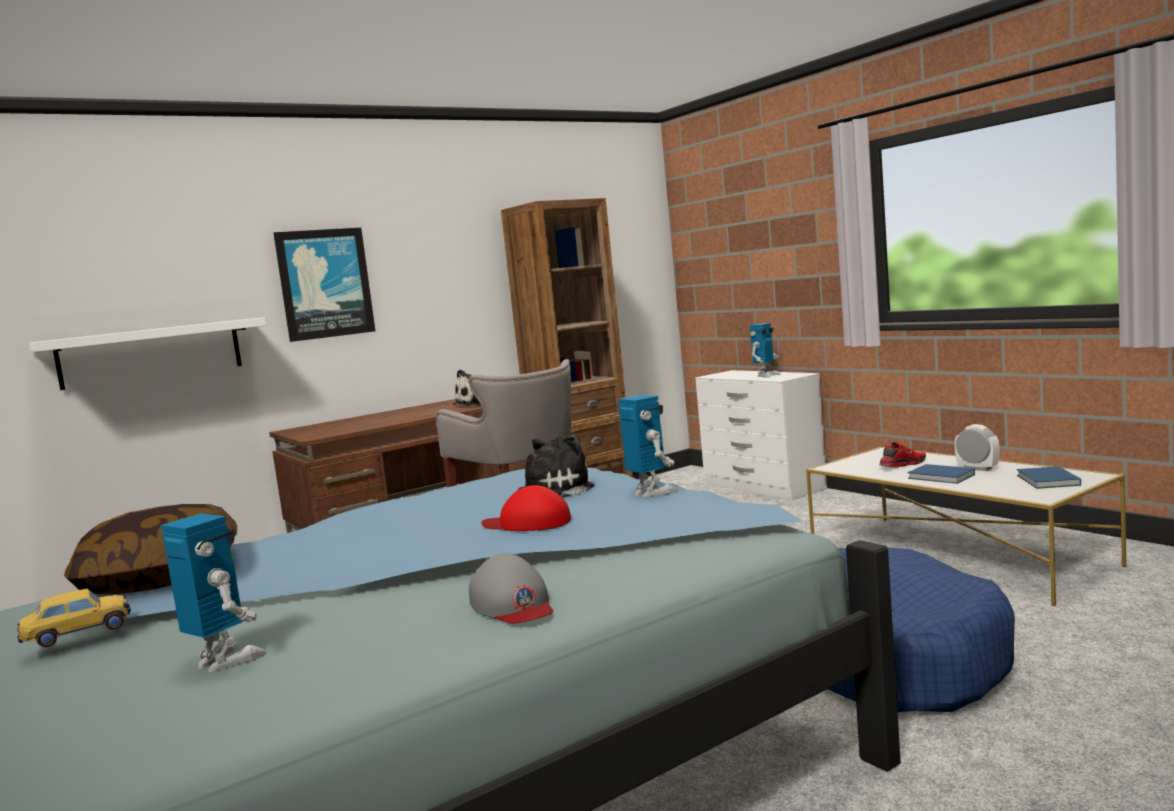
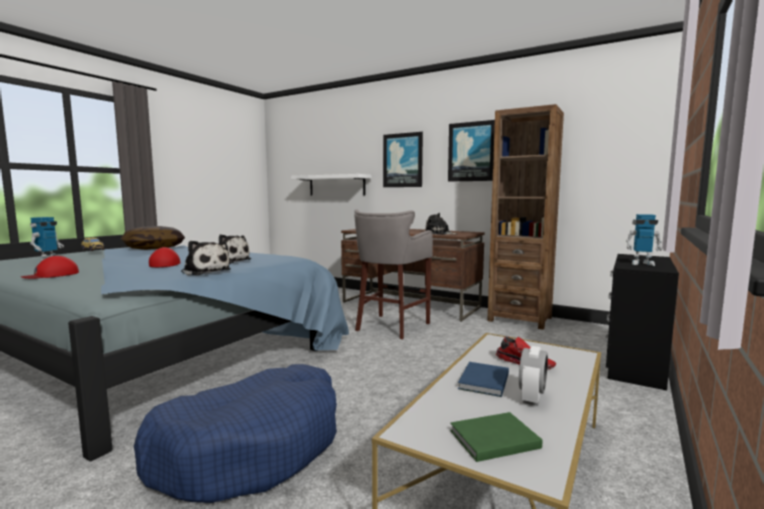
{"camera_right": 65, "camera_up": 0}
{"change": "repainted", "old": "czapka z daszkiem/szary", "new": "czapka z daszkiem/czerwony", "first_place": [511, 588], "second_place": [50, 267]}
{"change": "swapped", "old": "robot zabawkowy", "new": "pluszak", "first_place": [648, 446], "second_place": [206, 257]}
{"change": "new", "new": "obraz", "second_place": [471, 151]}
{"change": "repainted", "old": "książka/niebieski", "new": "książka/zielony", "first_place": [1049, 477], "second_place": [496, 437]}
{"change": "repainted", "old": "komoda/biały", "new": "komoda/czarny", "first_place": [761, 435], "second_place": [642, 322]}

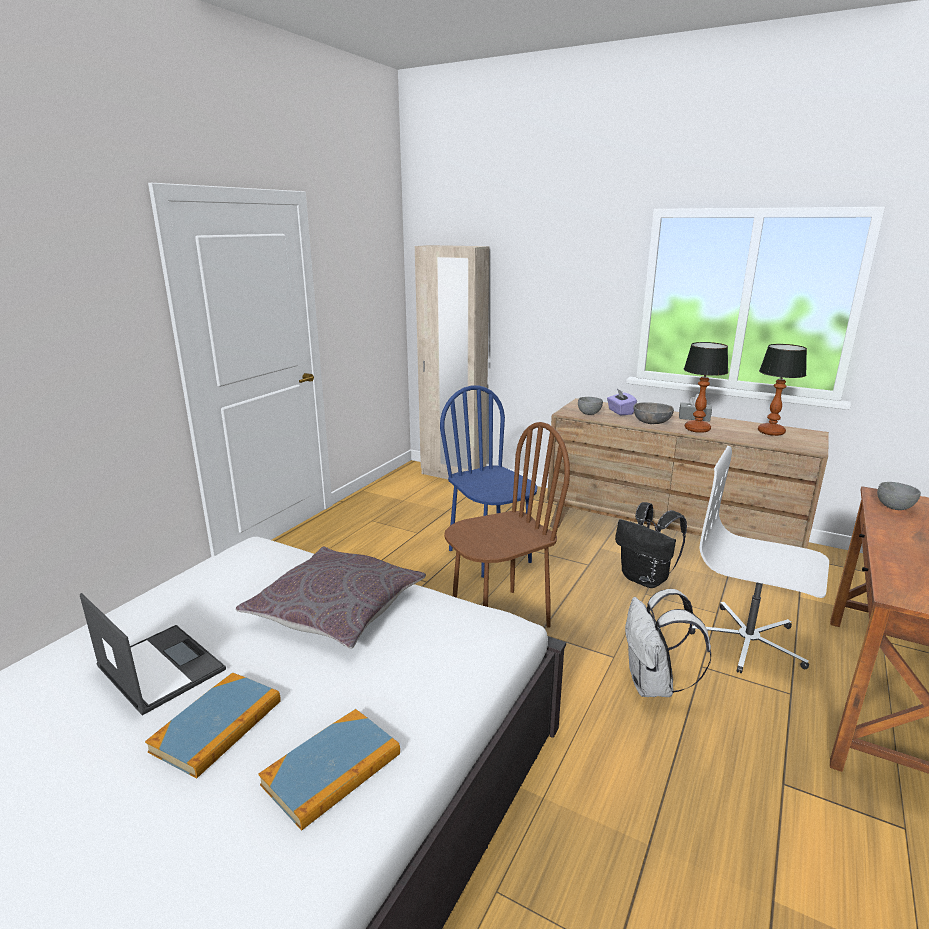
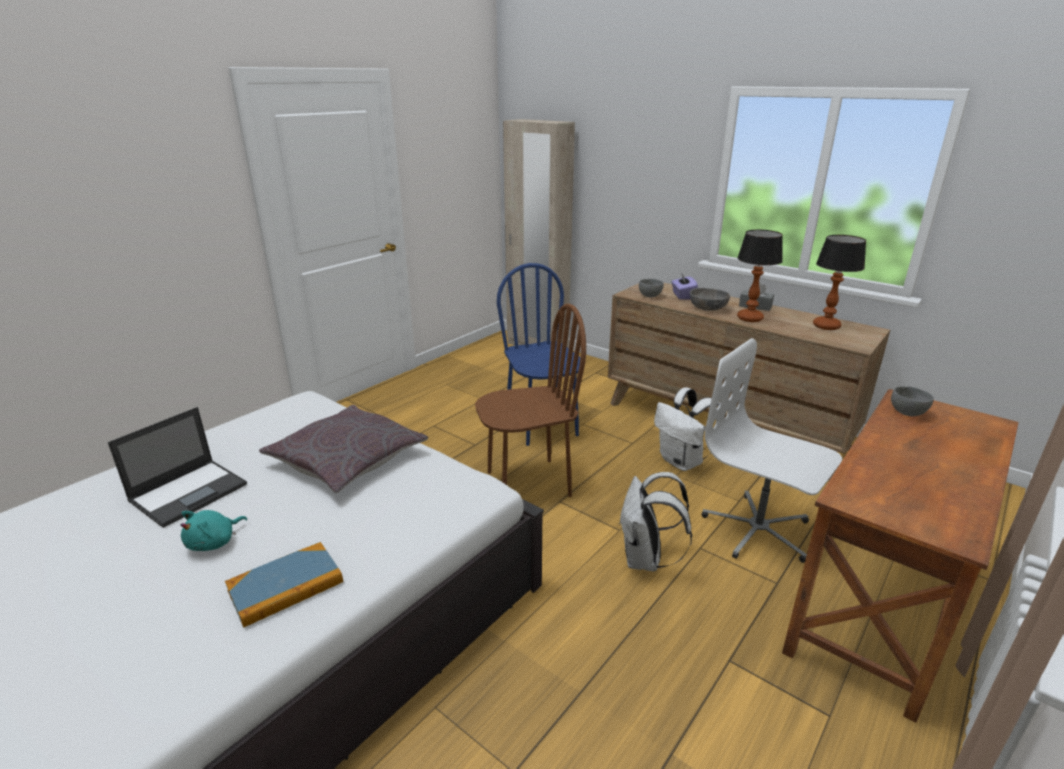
{"camera_right": 10, "camera_up": 5}
{"change": "rotated", "old": "laptop", "first_place": [153, 654], "second_place": [177, 467], "degrees": 75}
{"change": "swapped", "old": "książka", "new": "pluszak/turkusowy", "first_place": [213, 725], "second_place": [213, 530]}
{"change": "repainted", "old": "plecak/czarny", "new": "plecak/biały", "first_place": [651, 545], "second_place": [686, 429]}

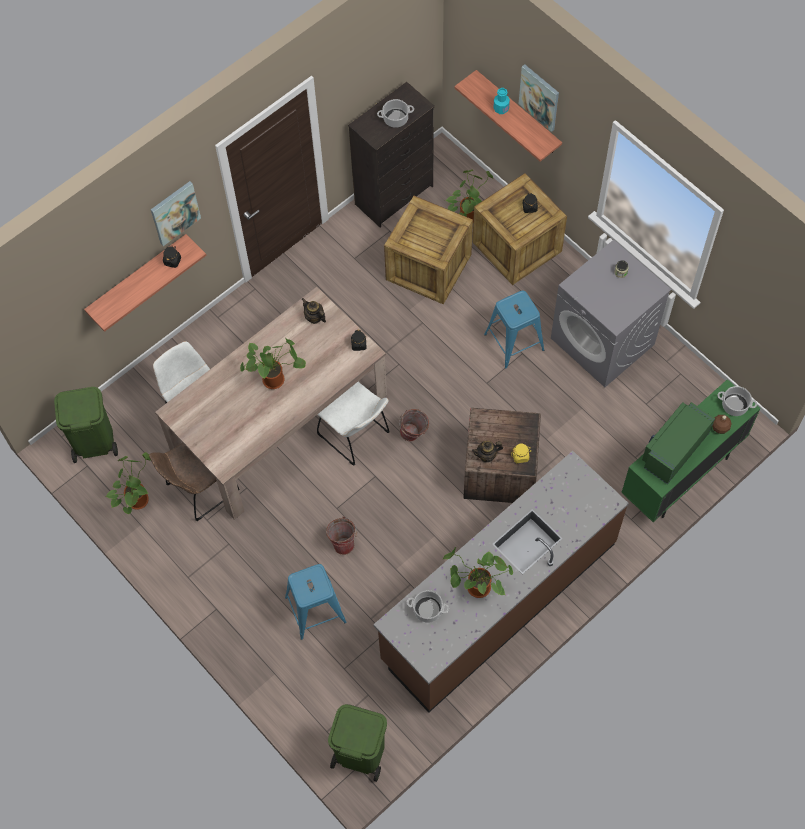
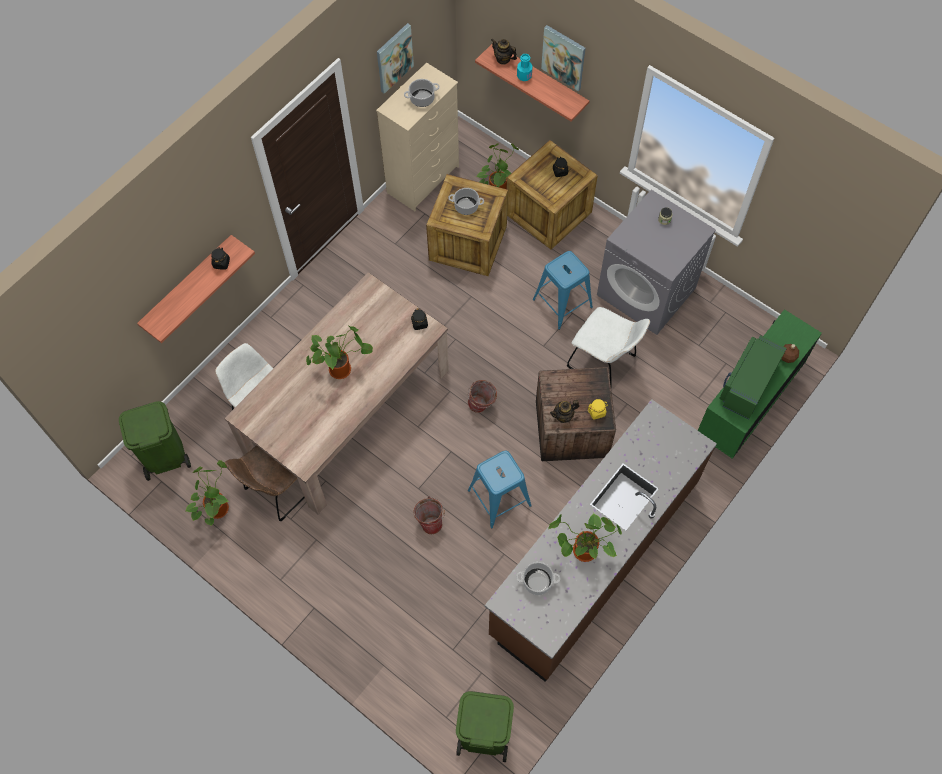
{"camera_right": -10, "camera_up": 0}
{"change": "repainted", "old": "komoda/czarny", "new": "komoda/beżowy", "first_place": [391, 154], "second_place": [417, 136]}
{"change": "shifted", "old": "obraz", "first_place": [176, 213], "second_place": [395, 58]}
{"change": "shifted", "old": "garnek", "first_place": [737, 401], "second_place": [466, 201]}
{"change": "shifted", "old": "stołek/niebieski", "first_place": [316, 602], "second_place": [500, 489]}
{"change": "shifted", "old": "imbryk", "first_place": [314, 311], "second_place": [504, 52]}
{"change": "shifted", "old": "krzesło/biały", "first_place": [353, 424], "second_place": [608, 345]}

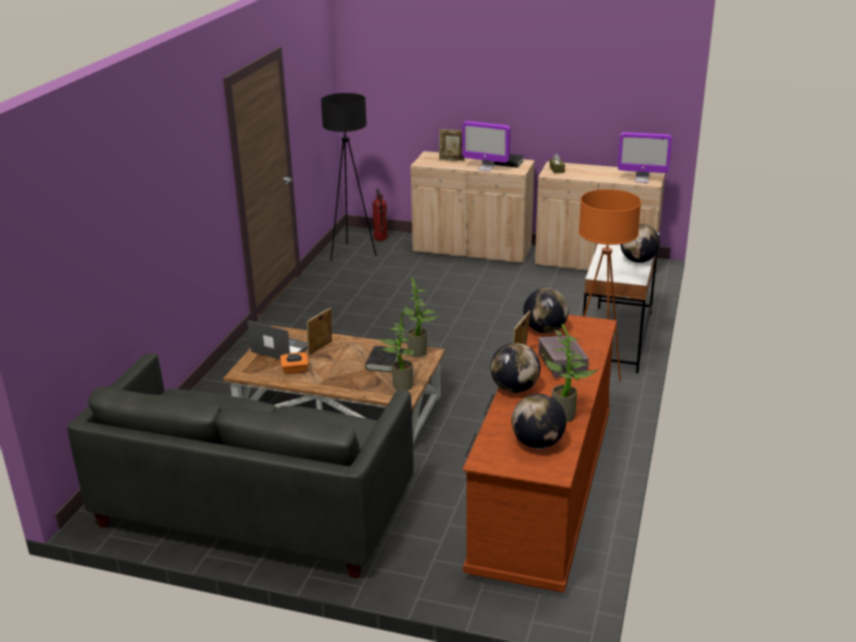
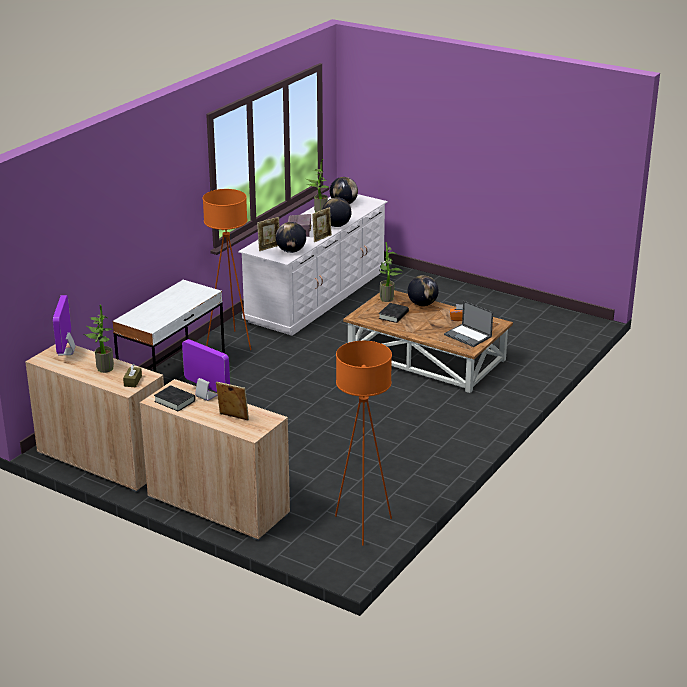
{"camera_right": -165, "camera_up": 0}
{"change": "rotated", "old": "monitor", "first_place": [644, 157], "second_place": [64, 325], "degrees": -120}
{"change": "shifted", "old": "roślina doniczkowa", "first_place": [421, 317], "second_place": [98, 339]}
{"change": "repainted", "old": "komoda/brązowy", "new": "komoda/biały", "first_place": [540, 453], "second_place": [313, 265]}
{"change": "shifted", "old": "ramka na zdjęcie", "first_place": [319, 331], "second_place": [268, 234]}
{"change": "repainted", "old": "lampa stojąca/czarny", "new": "lampa stojąca/pomarańczowy", "first_place": [349, 177], "second_place": [363, 443]}
{"change": "shifted", "old": "globus", "first_place": [640, 243], "second_place": [423, 290]}
{"change": "gone", "old": "kanapa/szary", "first_place": [240, 466]}
{"change": "gone", "old": "gaśnica", "first_place": [380, 215]}

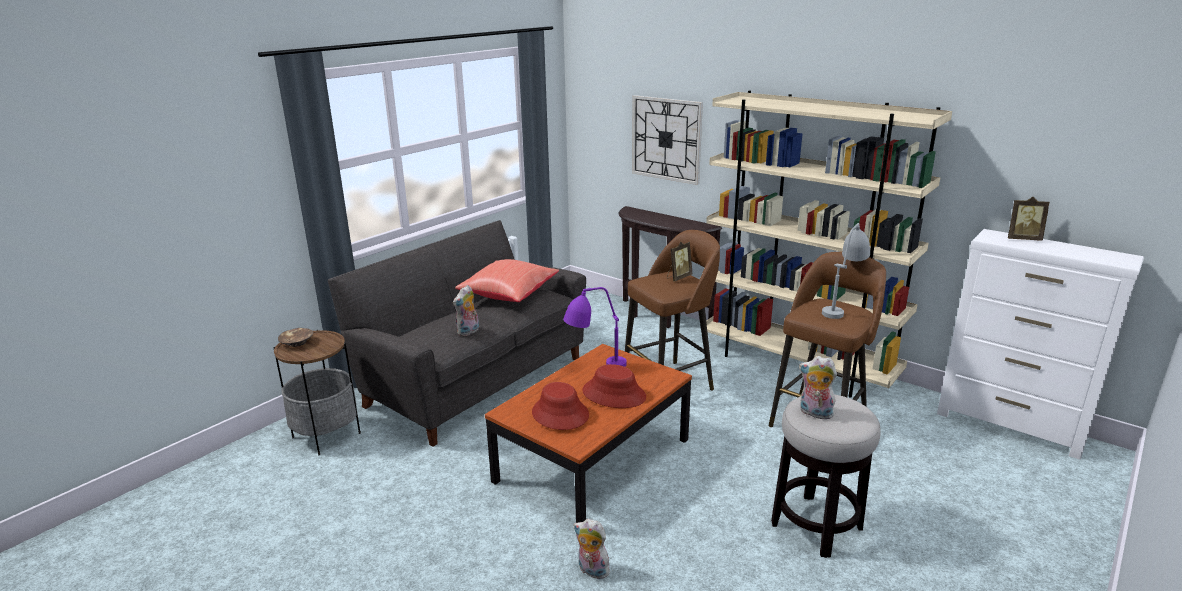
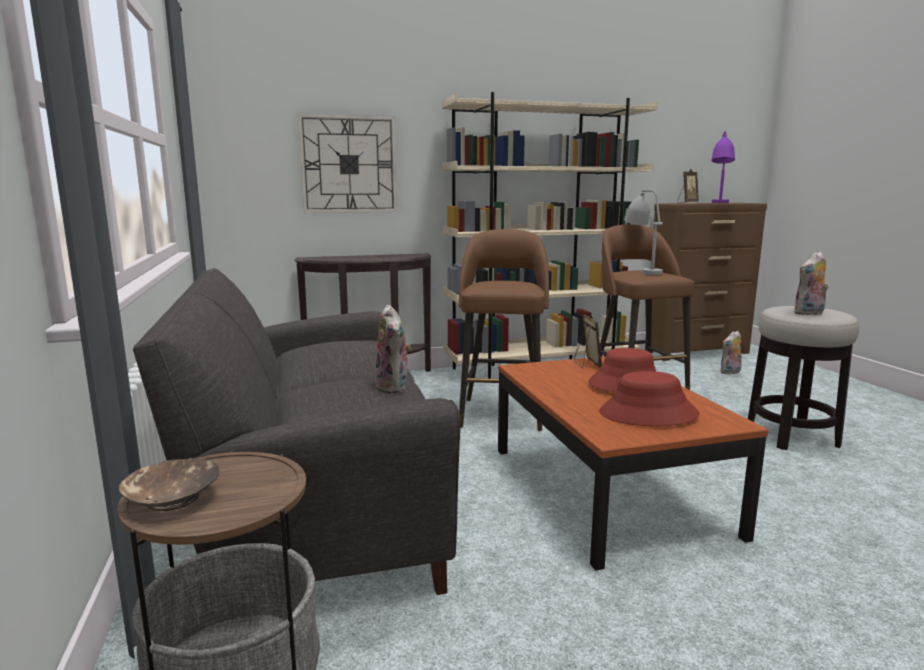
{"camera_right": -55, "camera_up": -10}
{"change": "shifted", "old": "ramka na zdjęcie", "first_place": [679, 262], "second_place": [588, 341]}
{"change": "repainted", "old": "komoda/biały", "new": "komoda/brązowy", "first_place": [1040, 344], "second_place": [706, 282]}
{"change": "shifted", "old": "lampa stołowa/fioletowy", "first_place": [595, 327], "second_place": [723, 167]}
{"change": "shifted", "old": "pluszak", "first_place": [594, 549], "second_place": [731, 352]}
{"change": "gone", "old": "poduszka/czerwony", "first_place": [507, 280]}

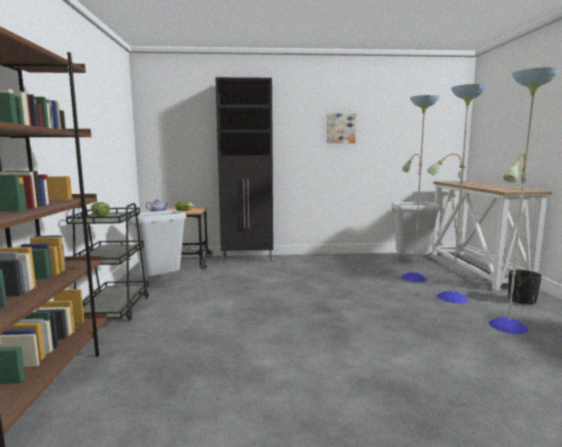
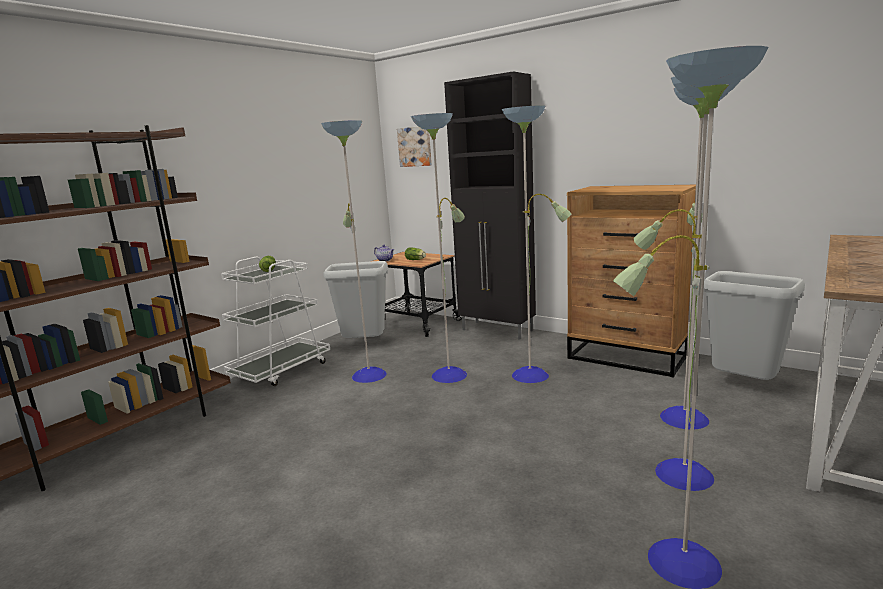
{"camera_right": 40, "camera_up": 5}
{"change": "repainted", "old": "wózek/czarny", "new": "wózek/biały", "first_place": [107, 262], "second_place": [275, 321]}
{"change": "new", "new": "lampa stojąca", "second_place": [446, 244]}
{"change": "shifted", "old": "obraz", "first_place": [341, 128], "second_place": [414, 146]}
{"change": "new", "new": "komoda/brązowy", "second_place": [631, 281]}
{"change": "gone", "old": "donica/czarny", "first_place": [525, 287]}

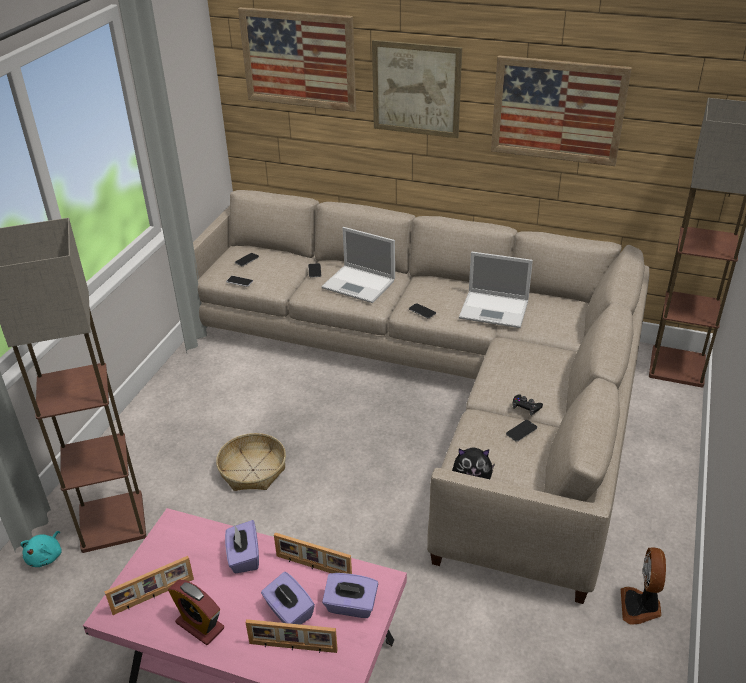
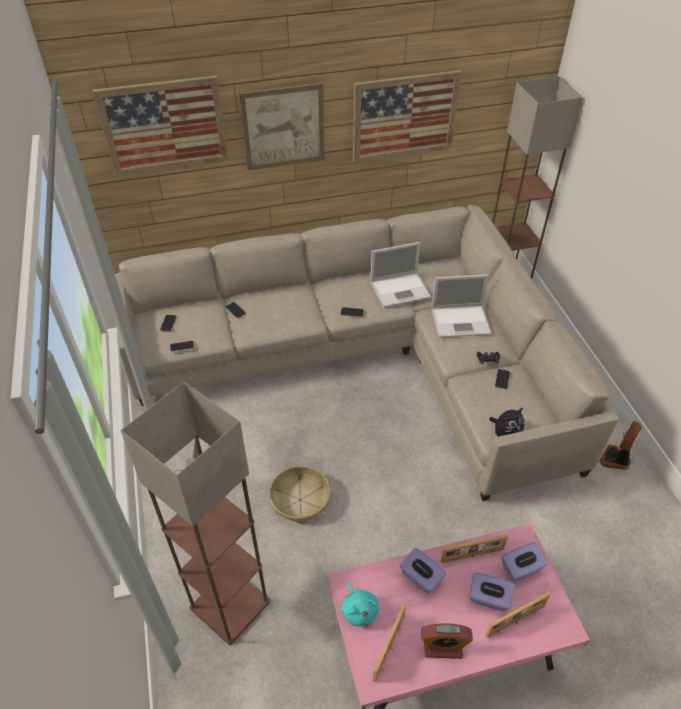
{"camera_right": -35, "camera_up": 10}
{"change": "shifted", "old": "pluszak/turkusowy", "first_place": [41, 549], "second_place": [360, 604]}
{"change": "shifted", "old": "laptop", "first_place": [358, 265], "second_place": [462, 306]}
{"change": "rotated", "old": "wentylator", "first_place": [643, 586], "second_place": [620, 445], "degrees": 60}

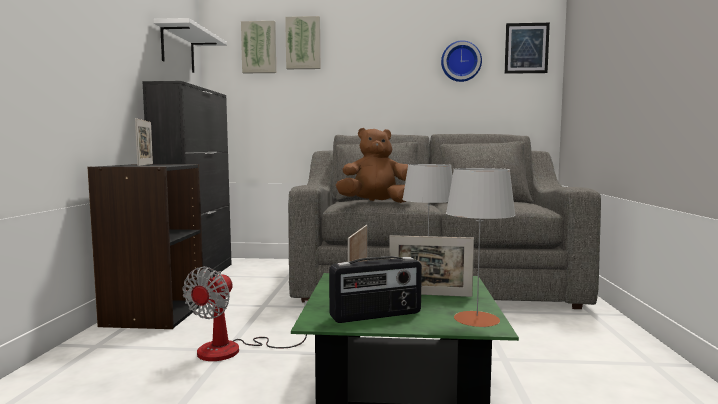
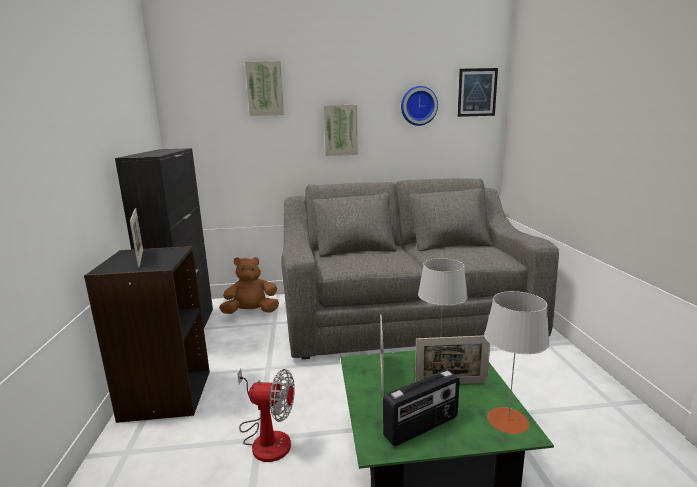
{"camera_right": -10, "camera_up": 10}
{"change": "shifted", "old": "pluszak/brązowy", "first_place": [372, 165], "second_place": [249, 285]}
{"change": "rotated", "old": "wentylator", "first_place": [245, 314], "second_place": [266, 415], "degrees": -90}
{"change": "shifted", "old": "obraz", "first_place": [258, 47], "second_place": [340, 130]}
{"change": "gone", "old": "półka/biały", "first_place": [190, 45]}

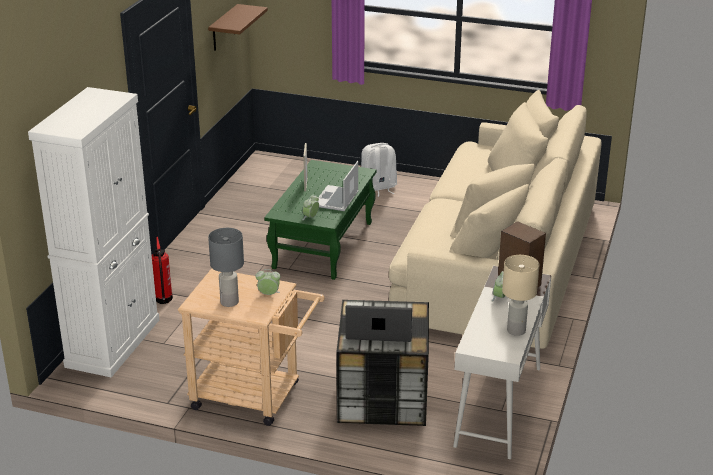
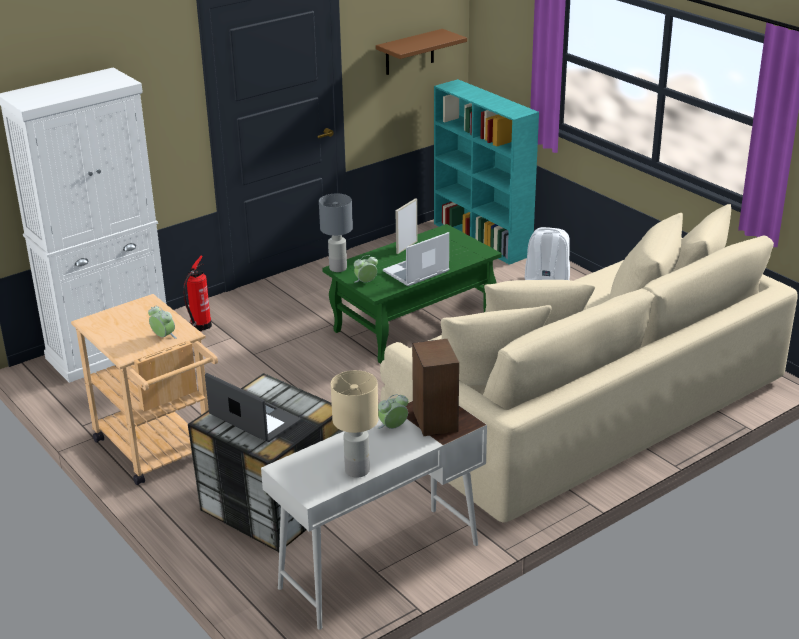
{"camera_right": 35, "camera_up": 0}
{"change": "shifted", "old": "lampa stołowa/szary", "first_place": [226, 267], "second_place": [336, 232]}
{"change": "new", "new": "regał/turkusowy", "second_place": [486, 172]}

